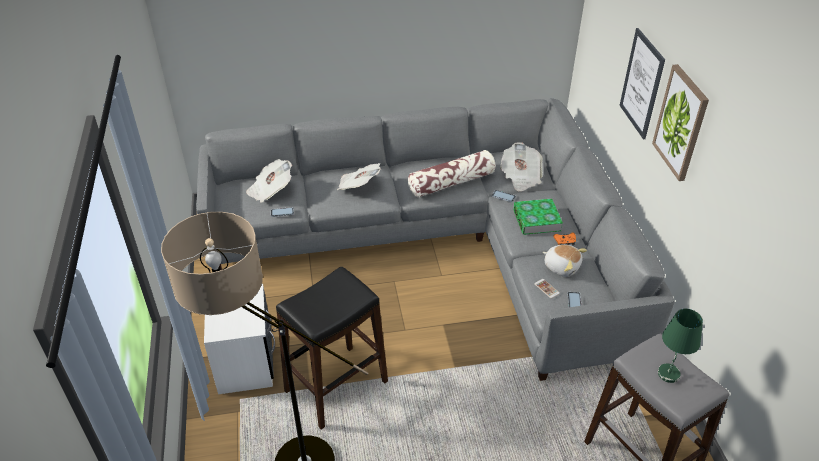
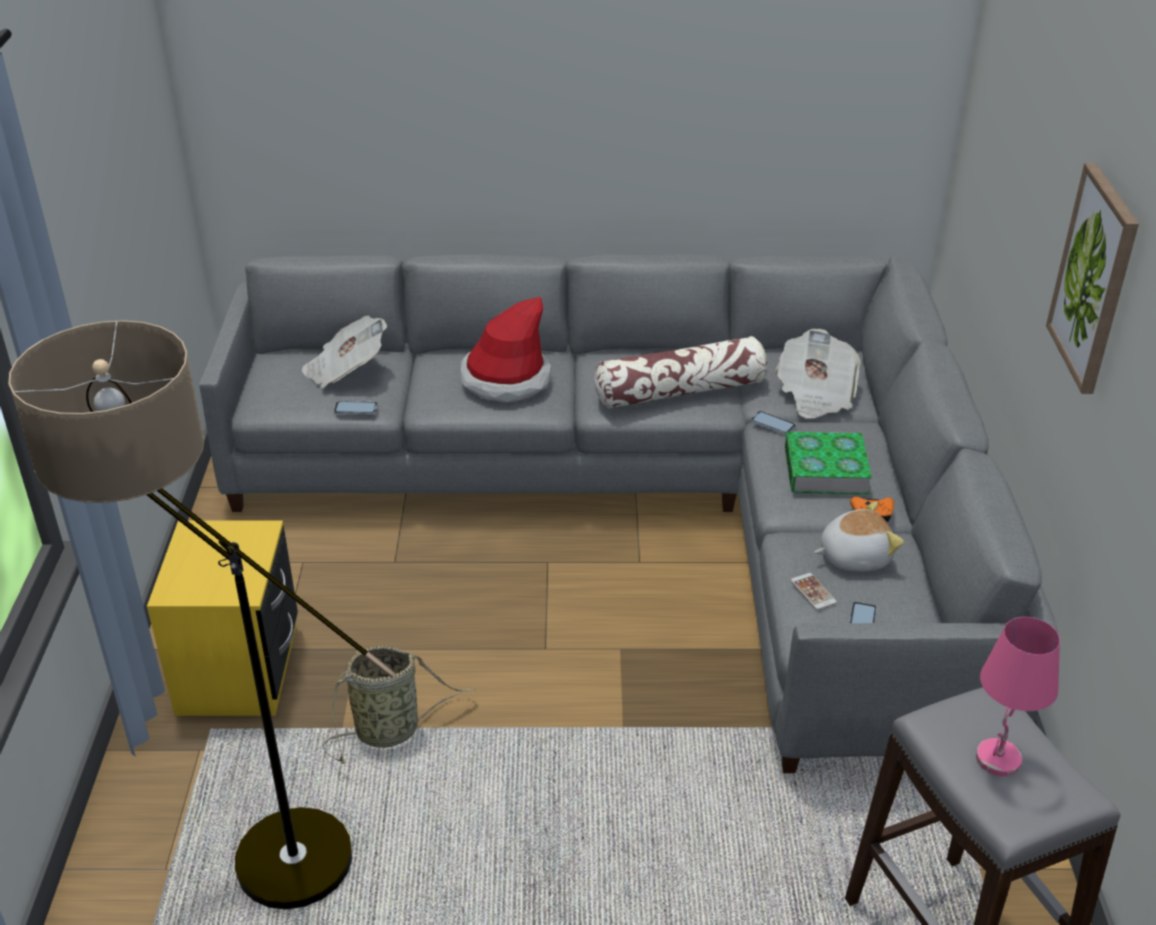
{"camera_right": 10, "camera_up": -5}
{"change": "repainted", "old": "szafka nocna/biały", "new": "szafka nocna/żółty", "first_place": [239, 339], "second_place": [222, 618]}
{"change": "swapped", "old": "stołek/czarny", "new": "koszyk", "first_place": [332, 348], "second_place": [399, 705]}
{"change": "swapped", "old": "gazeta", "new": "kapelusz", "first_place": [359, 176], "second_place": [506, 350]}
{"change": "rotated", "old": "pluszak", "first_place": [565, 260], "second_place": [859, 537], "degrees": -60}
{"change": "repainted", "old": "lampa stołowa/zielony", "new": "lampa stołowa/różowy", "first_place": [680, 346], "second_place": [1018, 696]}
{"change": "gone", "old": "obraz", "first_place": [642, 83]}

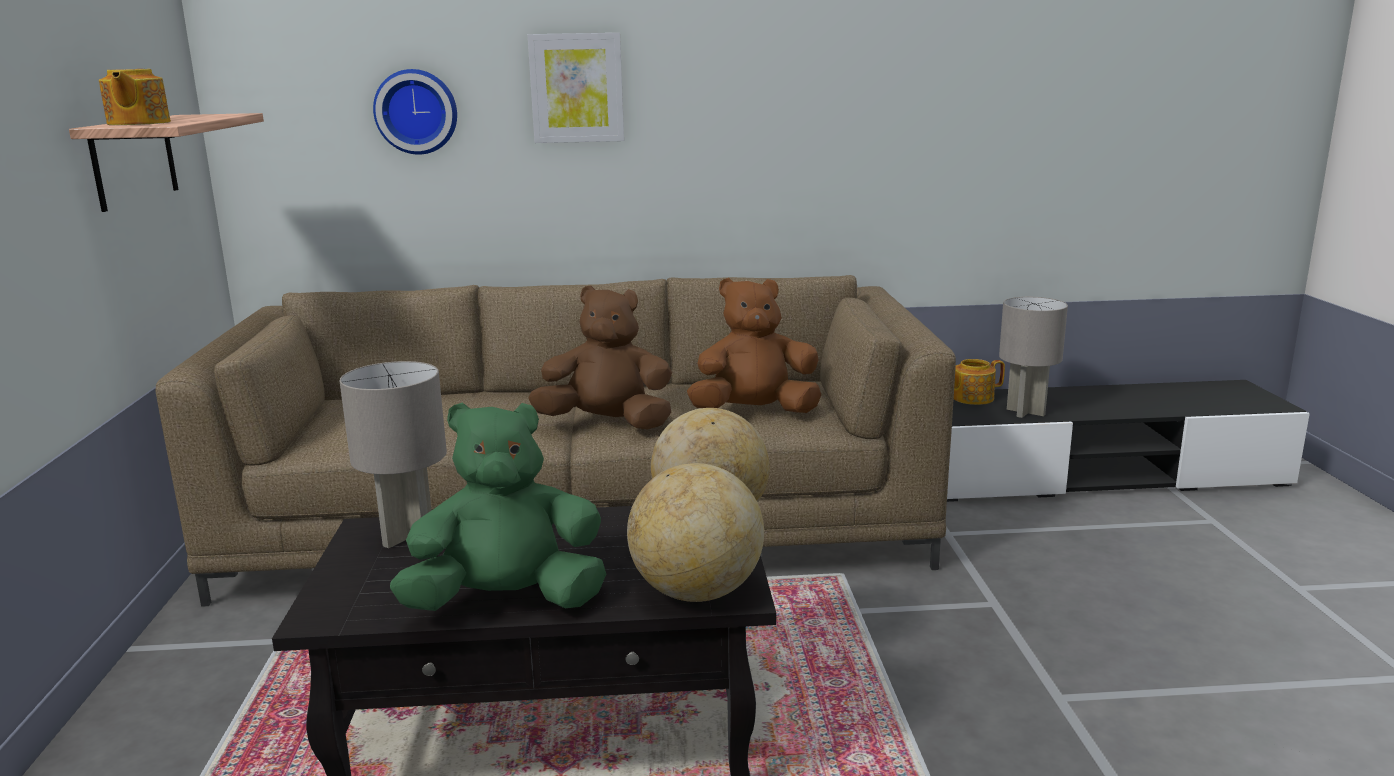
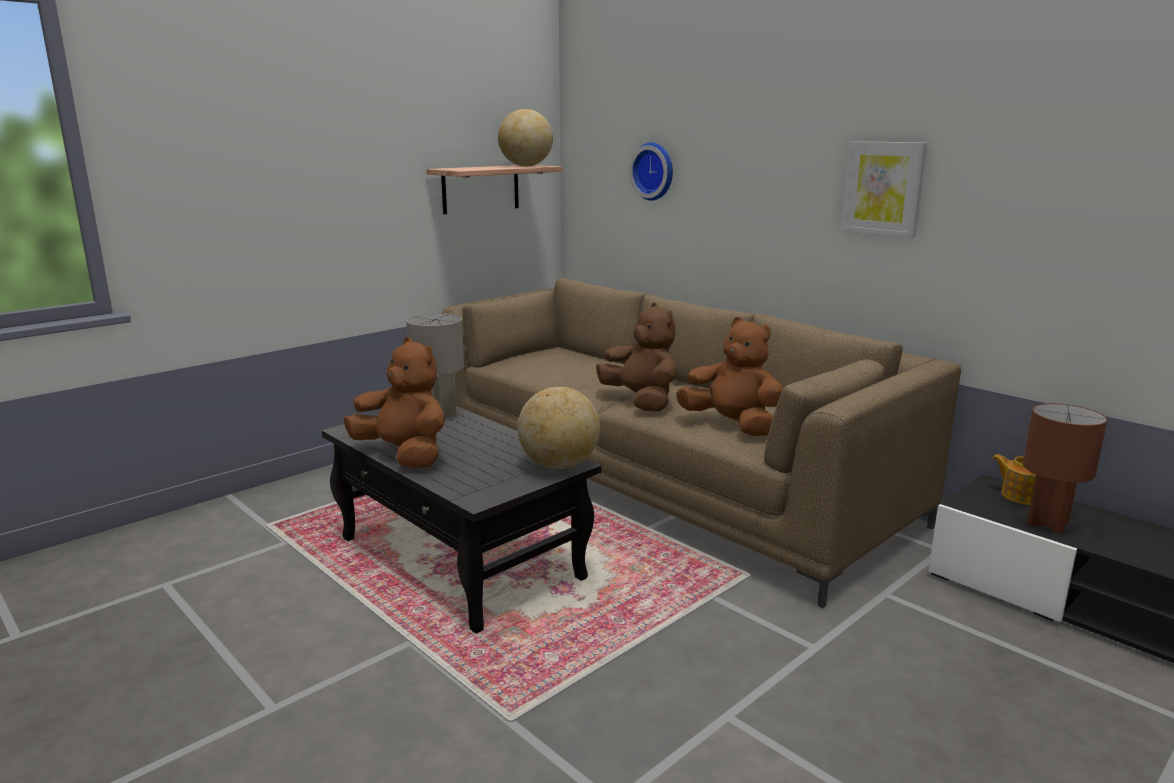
{"camera_right": 50, "camera_up": 0}
{"change": "repainted", "old": "pluszak/zielony", "new": "pluszak/brązowy", "first_place": [498, 507], "second_place": [394, 402]}
{"change": "shifted", "old": "globus", "first_place": [695, 532], "second_place": [525, 137]}
{"change": "shifted", "old": "obraz", "first_place": [576, 88], "second_place": [884, 189]}
{"change": "repainted", "old": "lampa stołowa/szary", "new": "lampa stołowa/brązowy", "first_place": [1033, 357], "second_place": [1065, 468]}
{"change": "gone", "old": "imbryk", "first_place": [135, 97]}

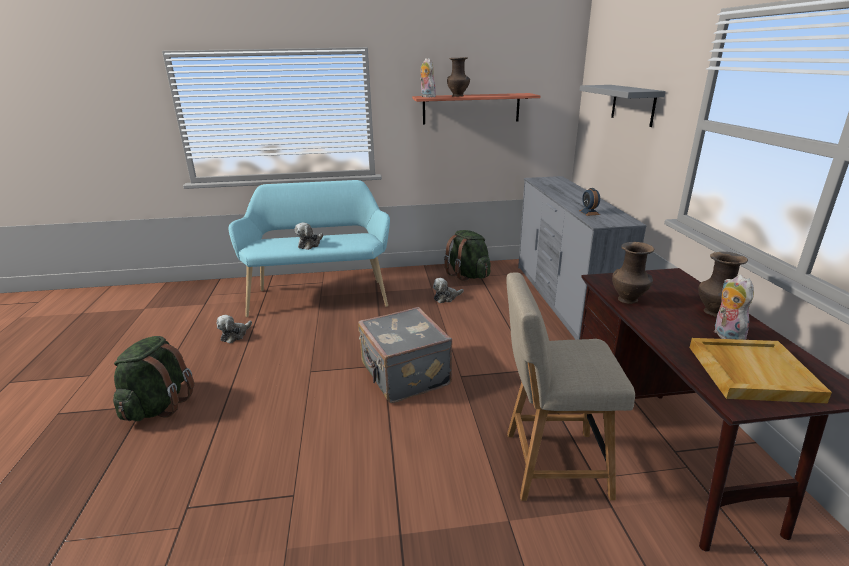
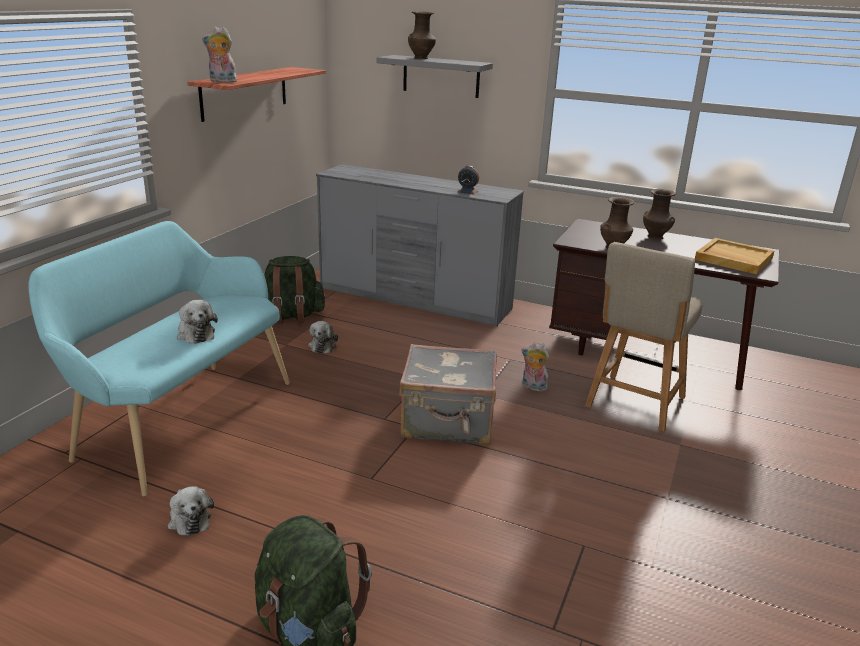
{"camera_right": -60, "camera_up": 0}
{"change": "shifted", "old": "wazon/brązowy", "first_place": [458, 77], "second_place": [422, 35]}
{"change": "shifted", "old": "pluszak", "first_place": [734, 307], "second_place": [535, 367]}

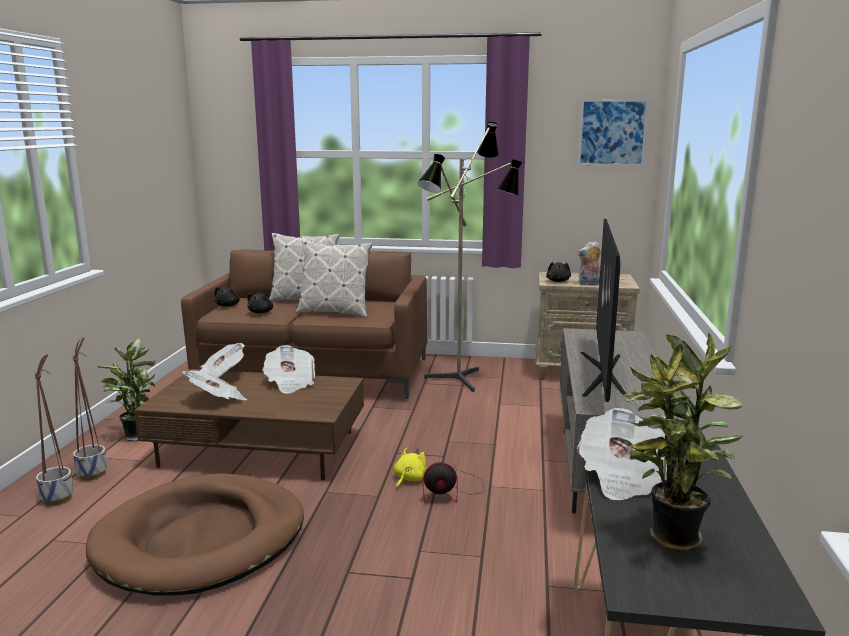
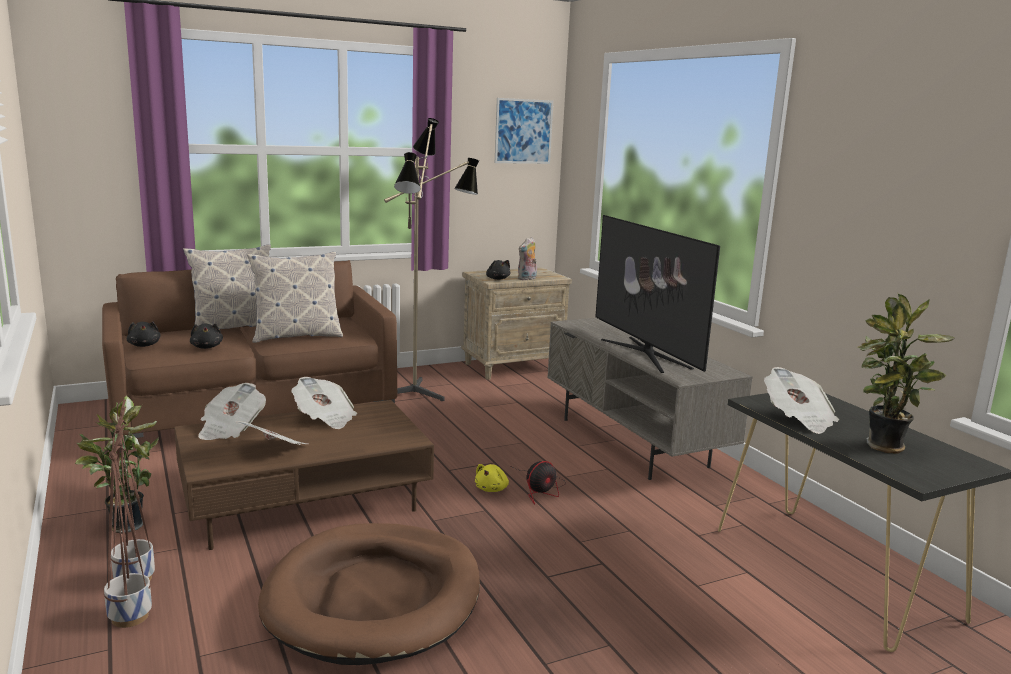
{"camera_right": -35, "camera_up": 0}
{"change": "rotated", "old": "pluszak/żółty", "first_place": [410, 468], "second_place": [492, 478], "degrees": -150}

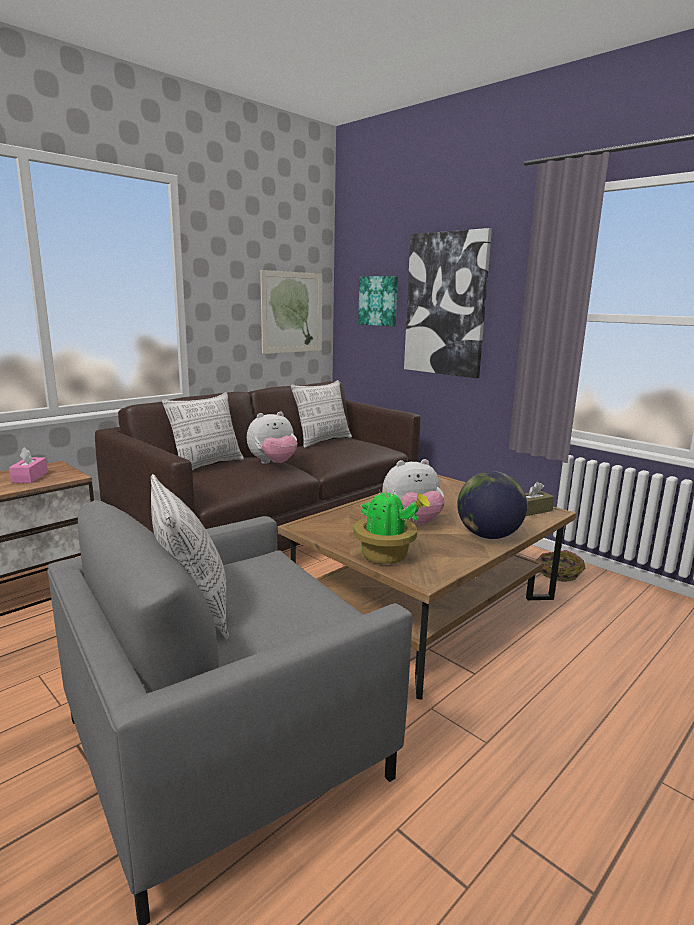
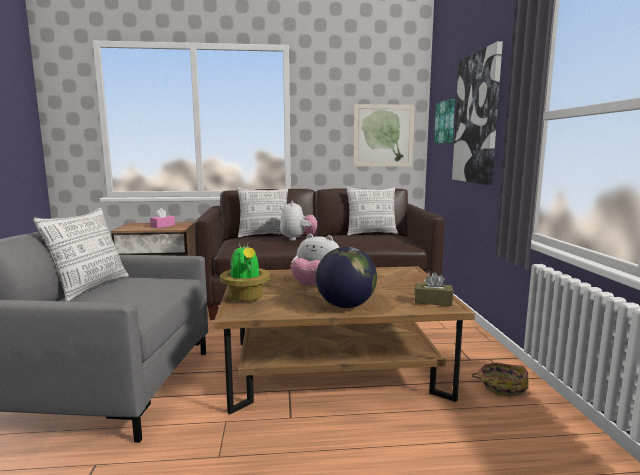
{"camera_right": 40, "camera_up": -5}
{"change": "rotated", "old": "pluszak", "first_place": [272, 437], "second_place": [298, 221], "degrees": -105}

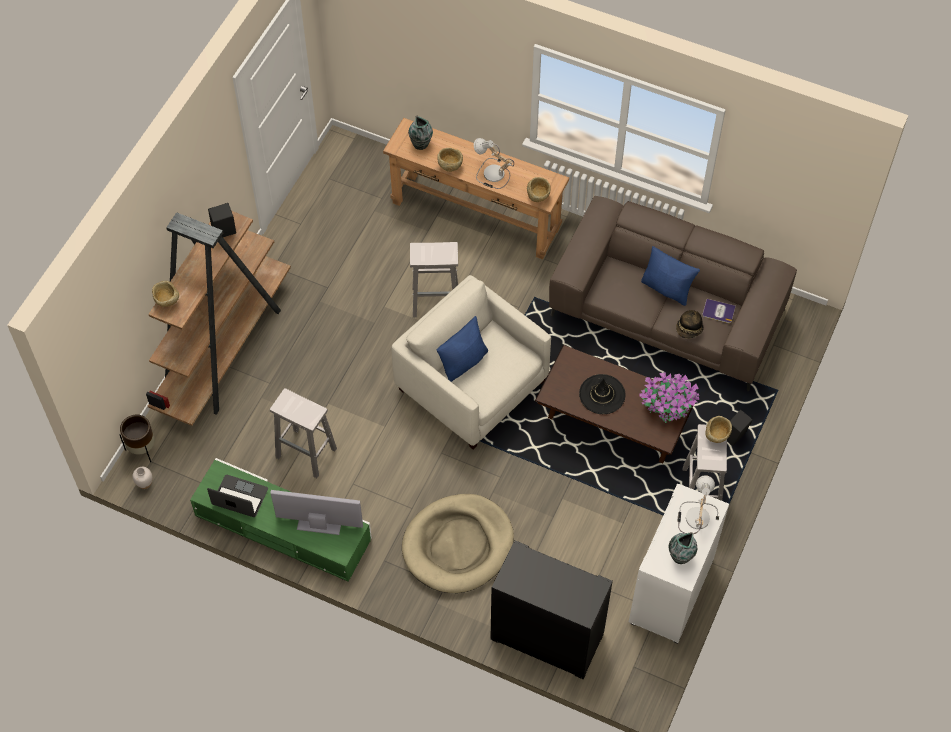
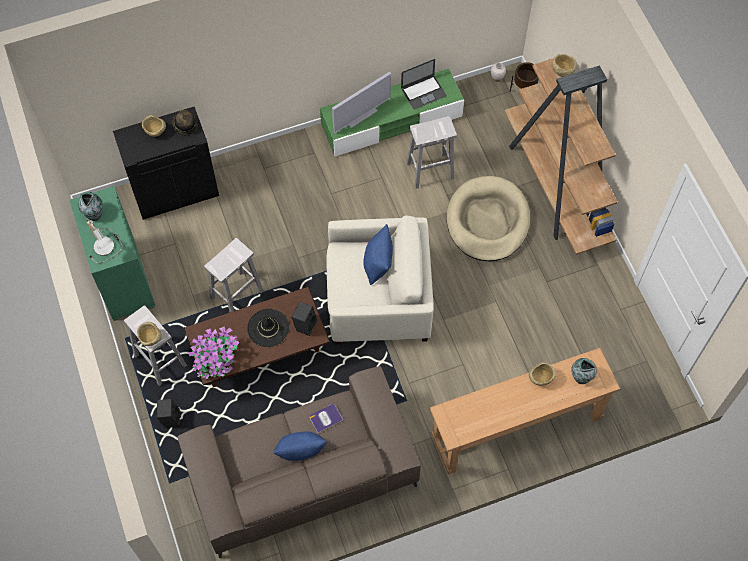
{"camera_right": 135, "camera_up": 5}
{"change": "repainted", "old": "szafka/biały", "new": "szafka/zielony", "first_place": [679, 564], "second_place": [112, 253]}
{"change": "shifted", "old": "miska/beżowy", "first_place": [538, 189], "second_place": [154, 126]}
{"change": "shifted", "old": "kapelusz", "first_place": [690, 324], "second_place": [185, 122]}
{"change": "shifted", "old": "stołek/biały", "first_place": [434, 279], "second_place": [234, 275]}
{"change": "shifted", "old": "głośnik/czarny", "first_place": [222, 220], "second_place": [304, 318]}
{"change": "shifted", "old": "książka", "first_place": [718, 311], "second_place": [326, 418]}
{"change": "shifted", "old": "legowisko/beżowy", "first_place": [458, 543], "second_place": [488, 218]}
{"change": "gone", "old": "lampa stołowa", "first_place": [494, 163]}

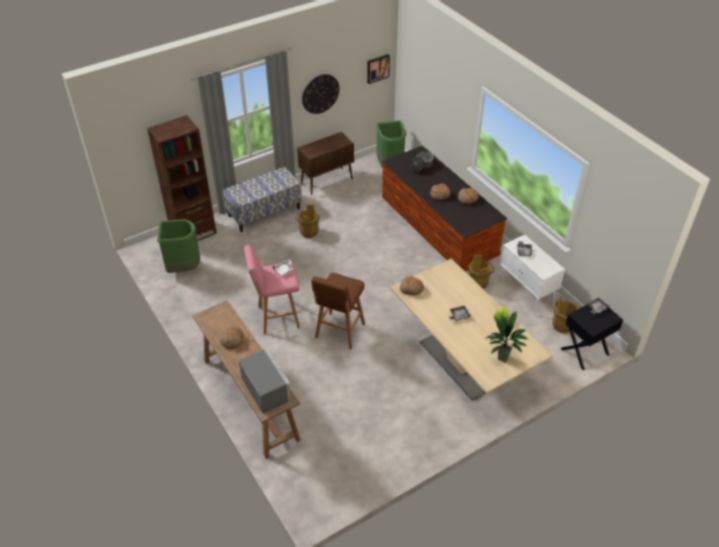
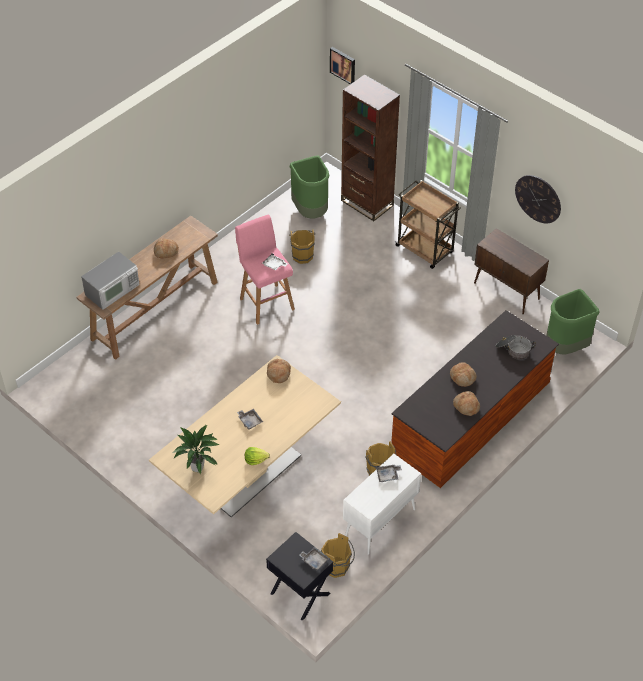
{"camera_right": 75, "camera_up": 5}
{"change": "shifted", "old": "wiadro/brązowy", "first_place": [307, 221], "second_place": [302, 246]}
{"change": "shifted", "old": "obraz", "first_place": [378, 69], "second_place": [342, 65]}
{"change": "swapped", "old": "ławka", "new": "wózek/brązowy", "first_place": [262, 199], "second_place": [427, 224]}
{"change": "gone", "old": "stołek/brązowy", "first_place": [338, 311]}

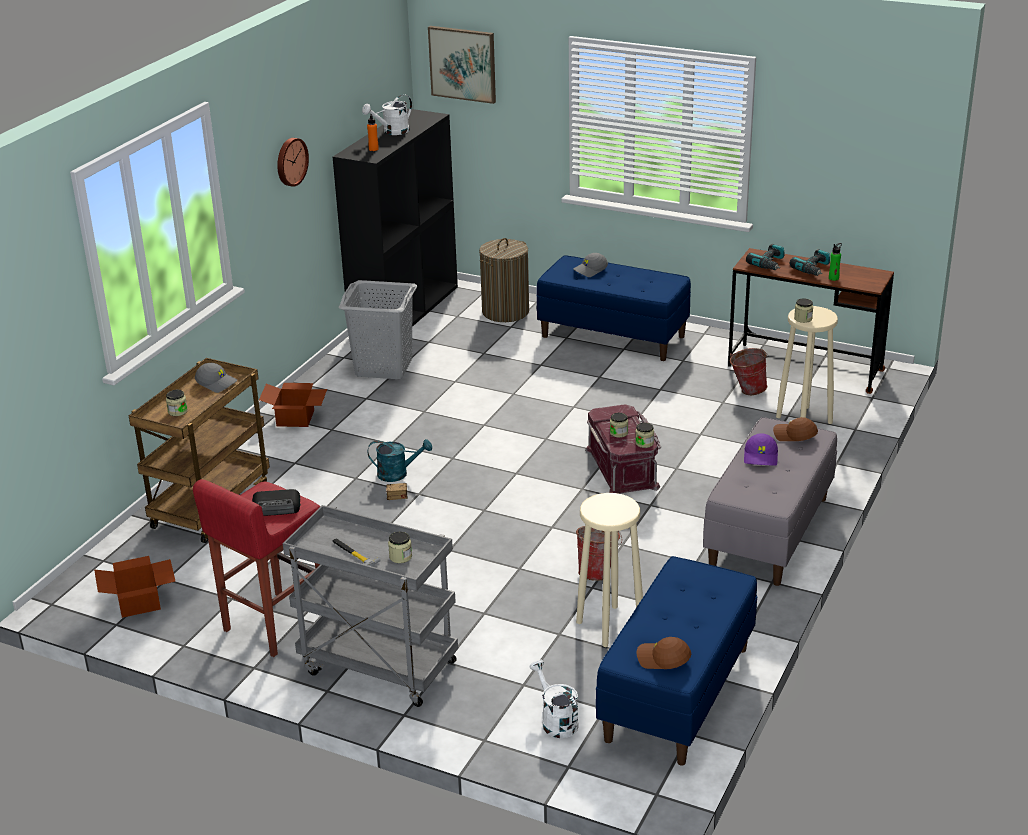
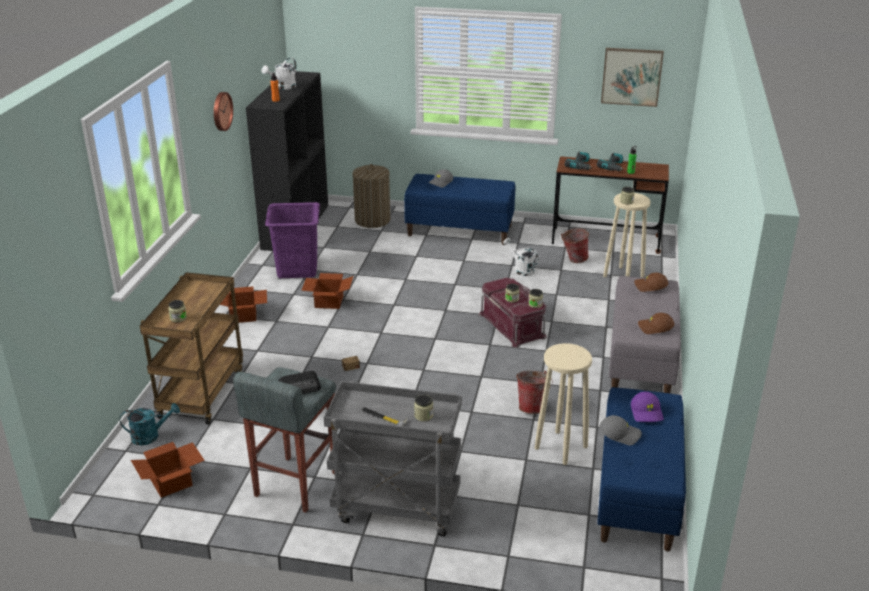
{"camera_right": -15, "camera_up": 0}
{"change": "shifted", "old": "konewka/turkusowy", "first_place": [400, 460], "second_place": [150, 424]}
{"change": "repainted", "old": "stołek/czerwony", "new": "stołek/szary", "first_place": [256, 568], "second_place": [284, 440]}
{"change": "repainted", "old": "kosz na pranie/szary", "new": "kosz na pranie/fioletowy", "first_place": [378, 329], "second_place": [292, 240]}
{"change": "new", "new": "karton", "second_place": [327, 291]}
{"change": "shifted", "old": "konewka/biały", "first_place": [554, 698], "second_place": [520, 257]}
{"change": "shifted", "old": "czapka z daszkiem/szary", "first_place": [216, 378], "second_place": [621, 430]}
{"change": "shifted", "old": "obraz", "first_place": [462, 65], "second_place": [632, 77]}
{"change": "shifted", "old": "czapka z daszkiem/fioletowy", "first_place": [761, 449], "second_place": [647, 407]}
{"change": "shifted", "old": "czapka z daszkiem/brązowy", "first_place": [664, 653], "second_place": [656, 323]}

